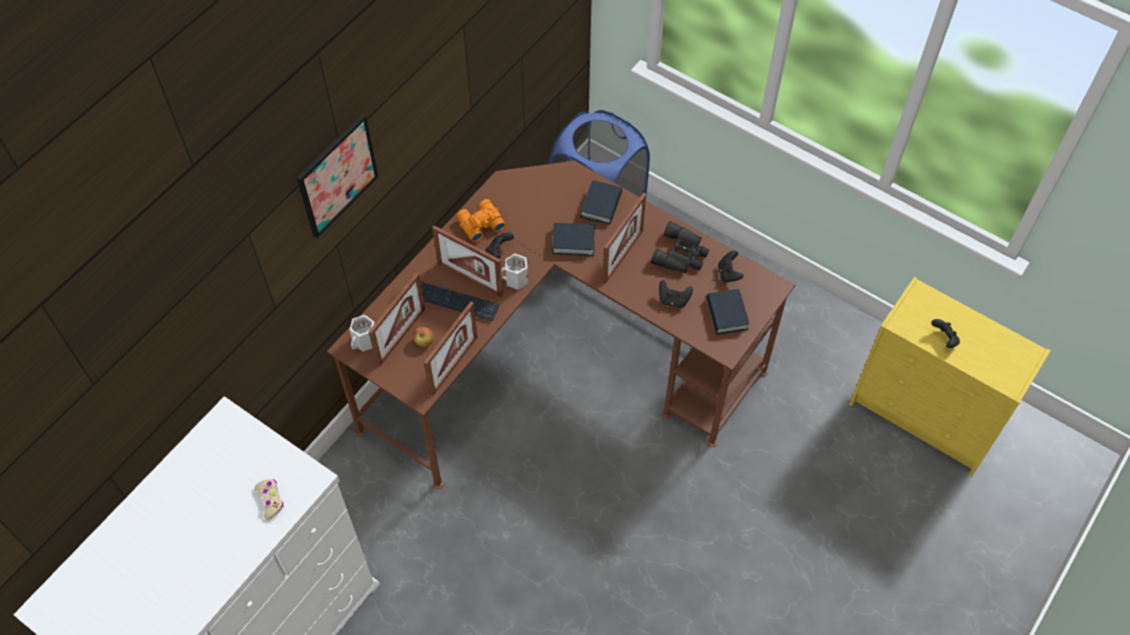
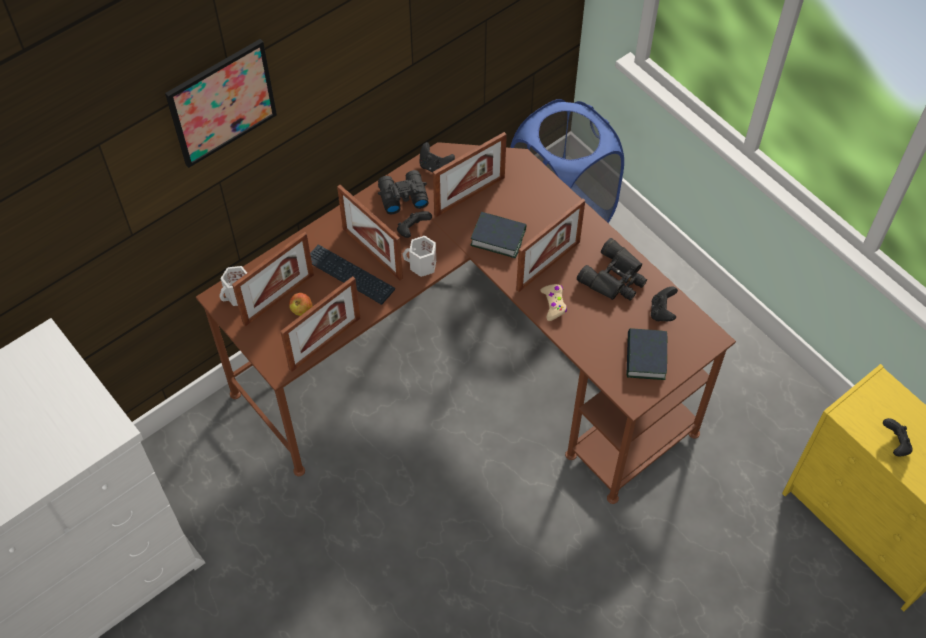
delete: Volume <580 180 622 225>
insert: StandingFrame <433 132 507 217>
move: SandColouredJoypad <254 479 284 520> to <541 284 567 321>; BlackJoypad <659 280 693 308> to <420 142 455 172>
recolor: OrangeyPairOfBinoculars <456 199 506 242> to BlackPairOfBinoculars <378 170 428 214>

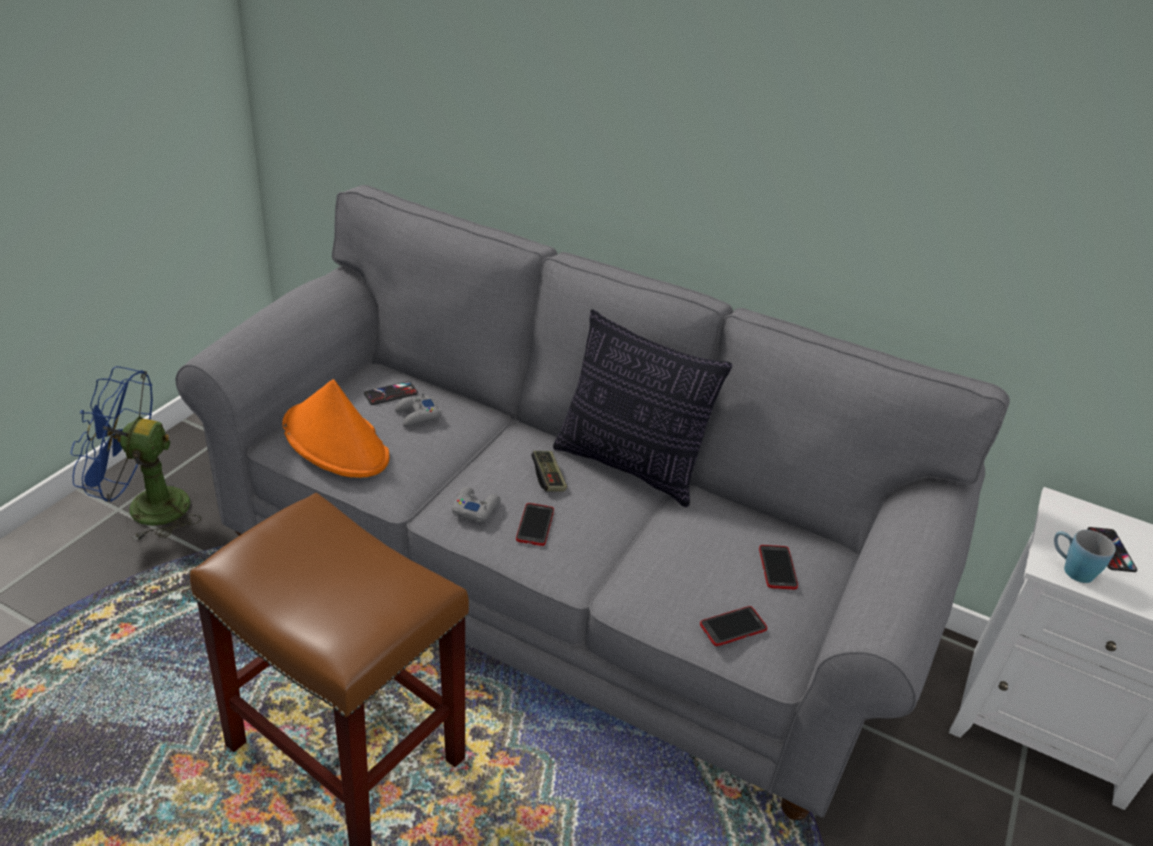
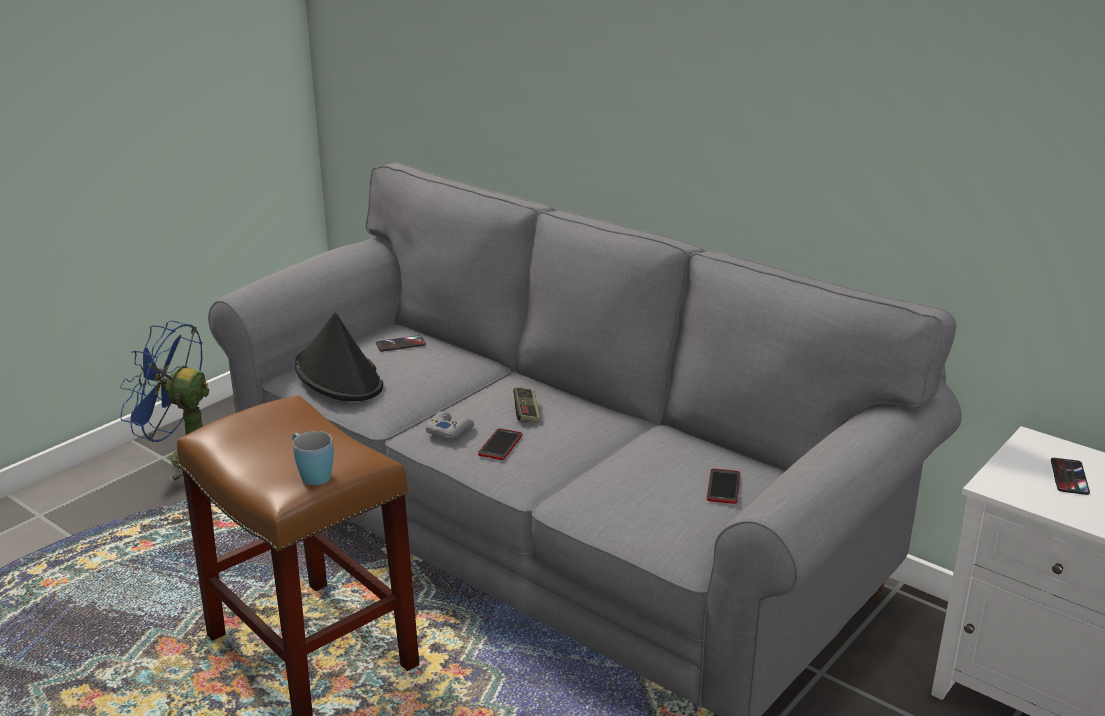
delete: GrayJoypad <395 392 441 427>; Cushion <553 309 732 507>; Telephone <700 606 767 646>
move: BluishCoffeeMug <1054 530 1116 583> to <292 431 334 485>
recolor: OrangeyHat <282 379 389 478> to BlackHat <295 312 383 401>

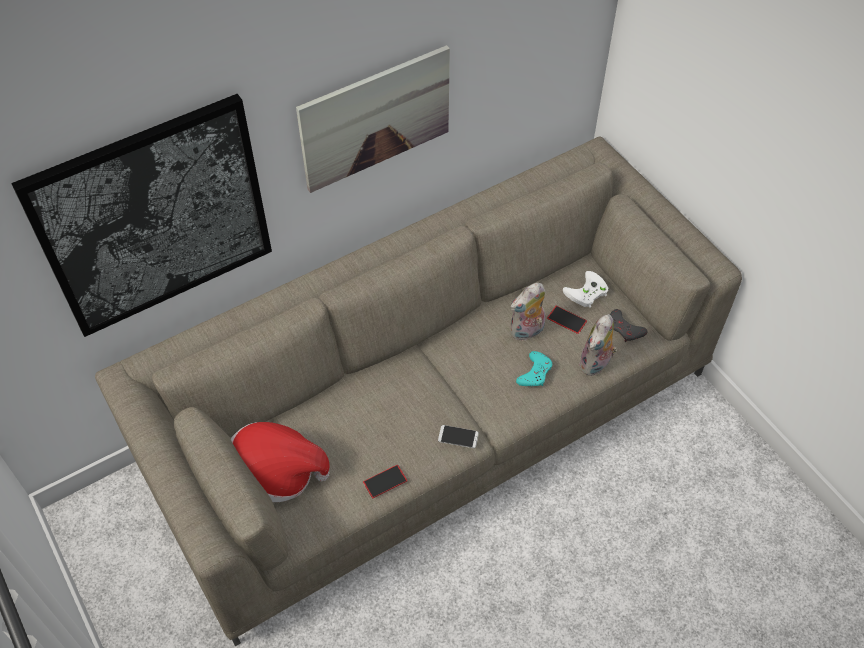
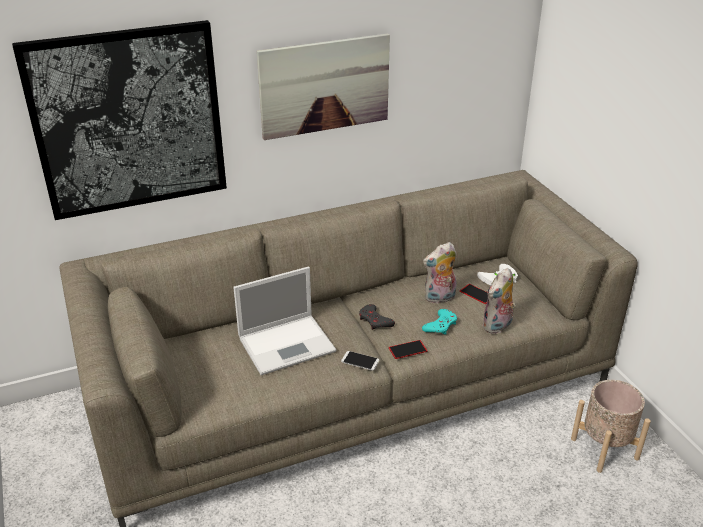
delete: Hat <231 422 330 502>
insert: Laptop <233 267 336 375>; SandColouredPlantPot <571 380 651 473>
move: Telephone <363 465 407 498> to <388 340 427 359>; GrayJoypad <610 309 647 342> to <359 304 395 330>

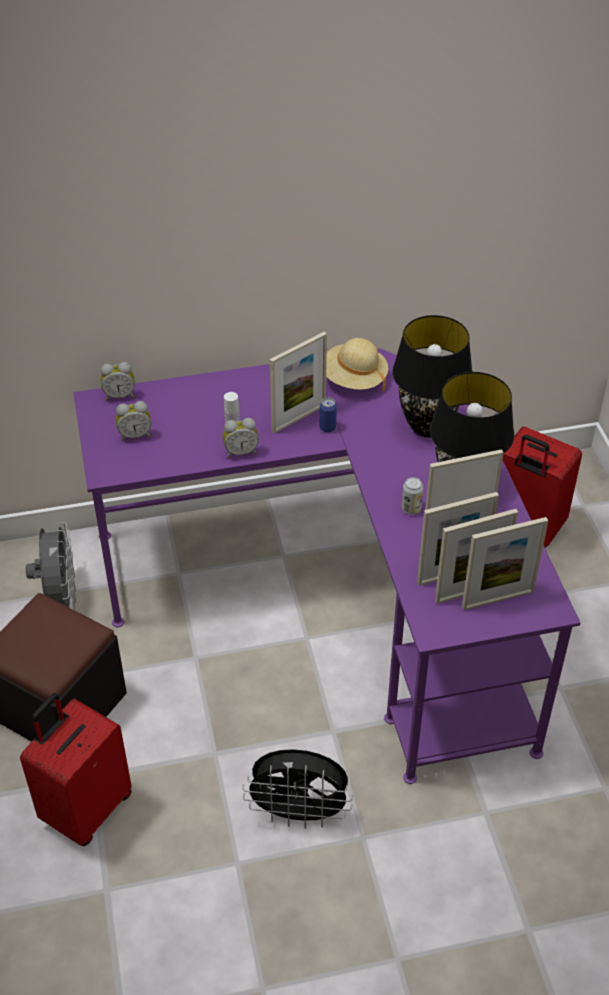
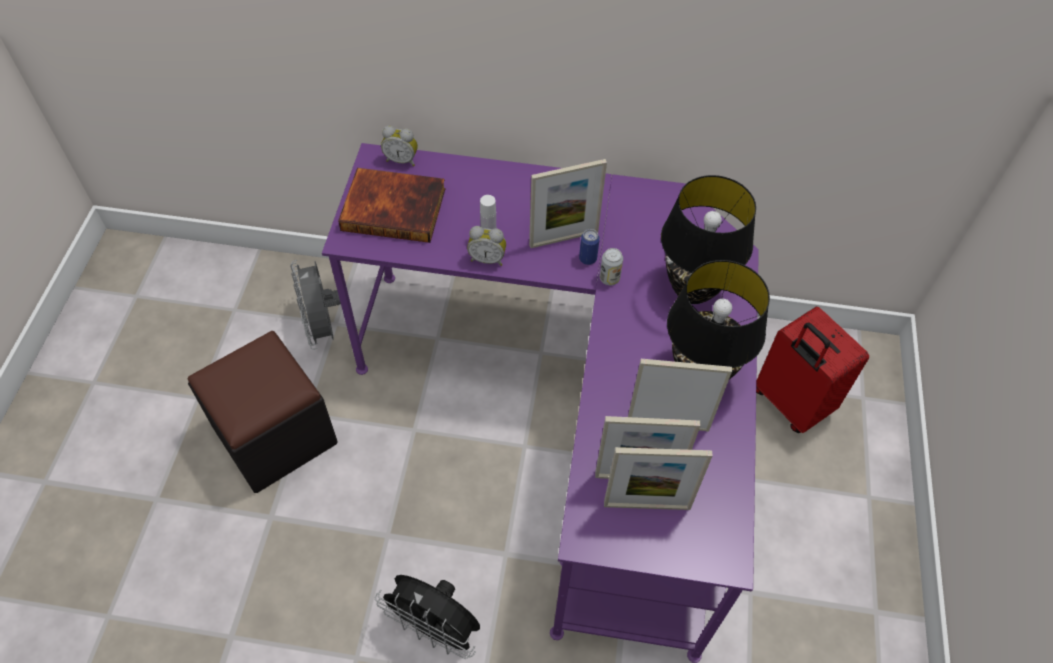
delete: RedSuitcase <20 693 131 846>; SandColouredHat <326 338 388 391>; StandingFrame <462 517 548 610>
move: MetalCan <401 477 423 515> to <600 248 623 285>
replace: BedsideClock <116 401 151 441> to Volume <338 168 445 243>
rotate: GrayFan <26 522 76 610> = <290 260 341 350> 150 degrees clockwise

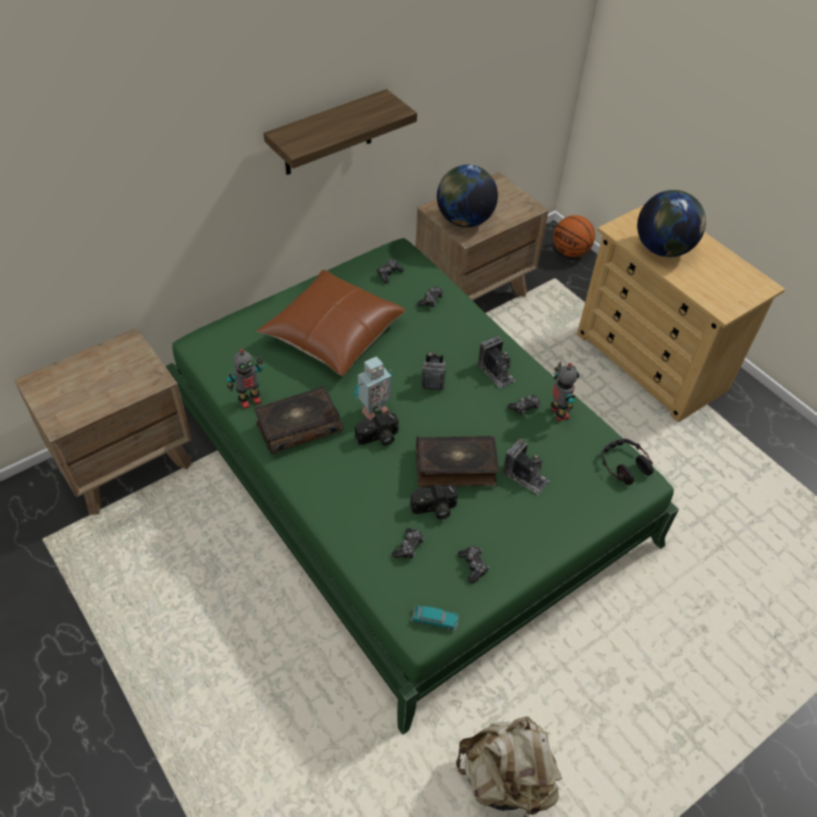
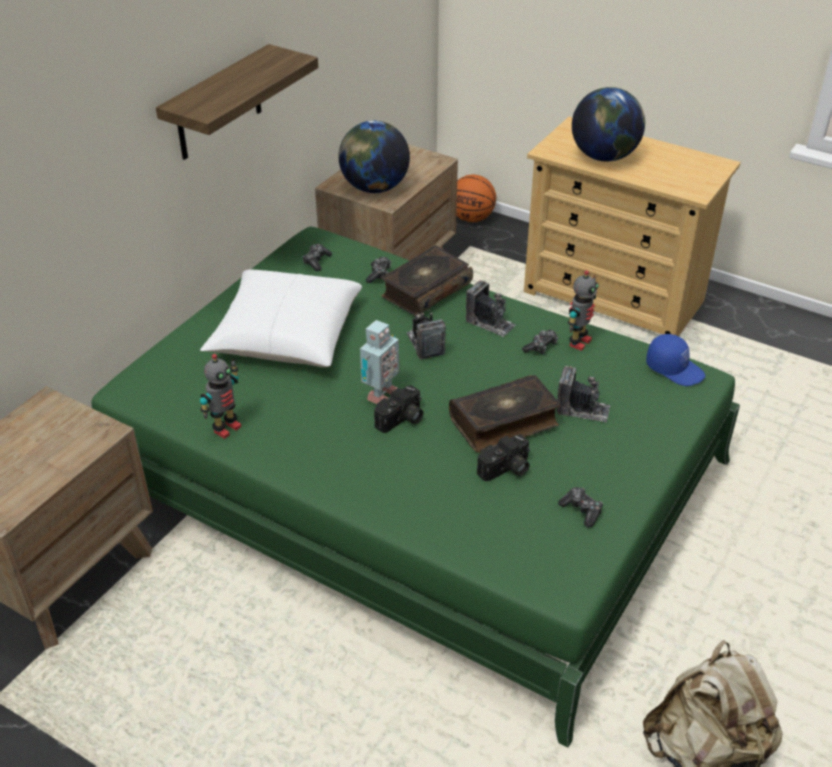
delete: Joypad <392 528 424 558>; ToyCar <411 605 459 630>
move: Volume <254 386 343 454> to <381 245 473 316>
replace: Headphones <601 439 653 485> to BluishCap <646 334 705 386>
recolor: BrownishCushion <257 270 405 376> to WhiteColouredCushion <200 270 362 367>
rotate: RobotFigure <551 362 580 421> = <568 270 599 351> 75 degrees clockwise

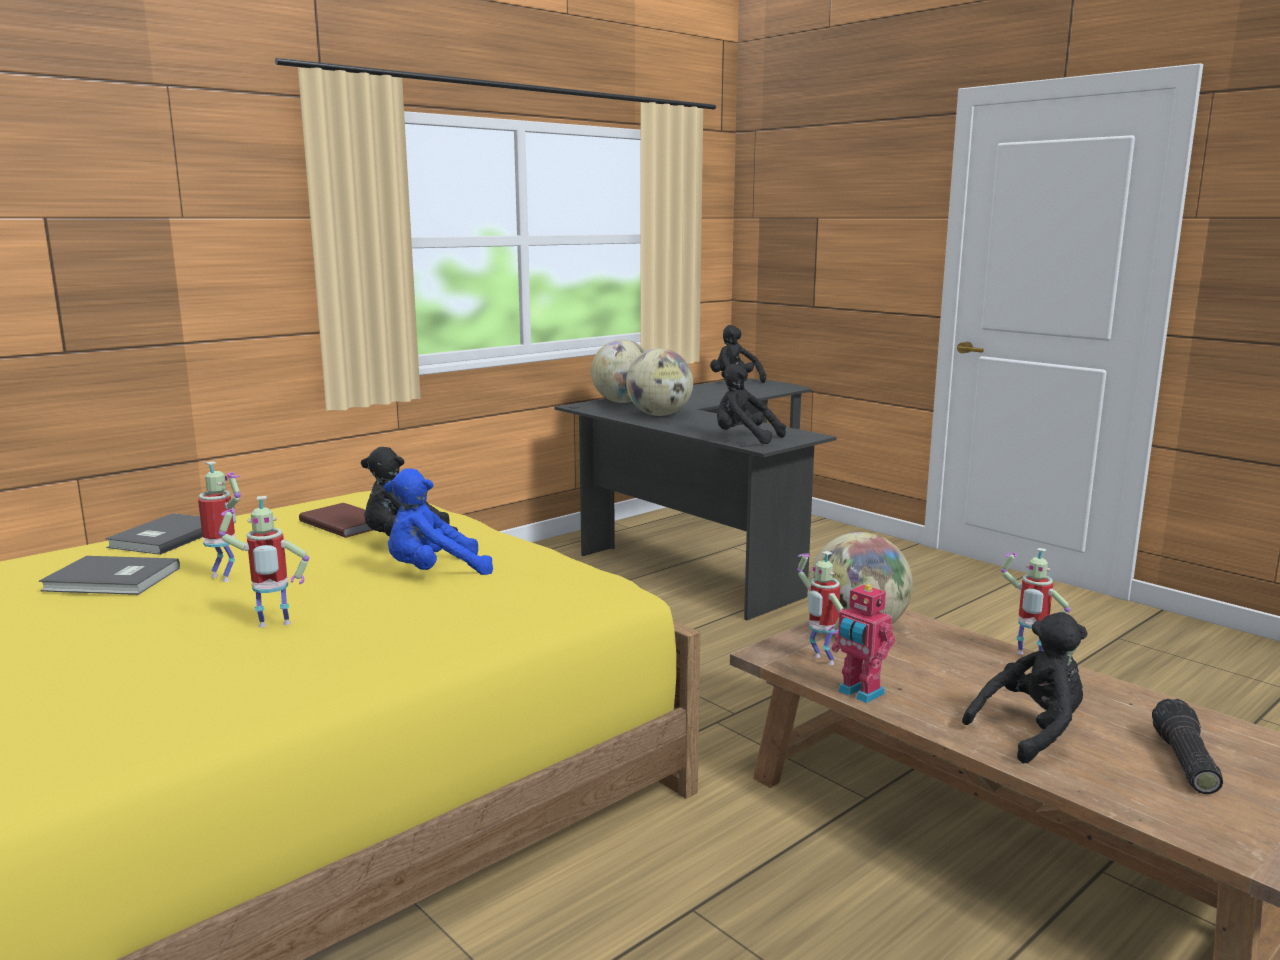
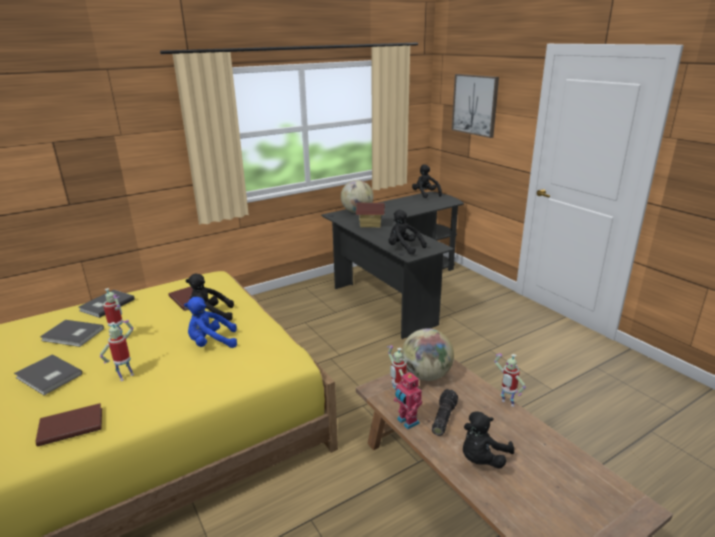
insert: GrayVolume <14 354 82 395>; BrownishVolume <35 403 102 447>; WallPicture <452 74 499 138>
move: HandTorch <1152 699 1223 794> to <432 389 458 436>
replace: DeskGlobe <626 348 693 416> to ModelHouse <356 203 385 228>
rotate: RobotFigure <218 496 309 628> = <100 320 134 381> 135 degrees clockwise; BlackSoftToy <962 612 1088 763> = <463 411 514 469> 150 degrees clockwise

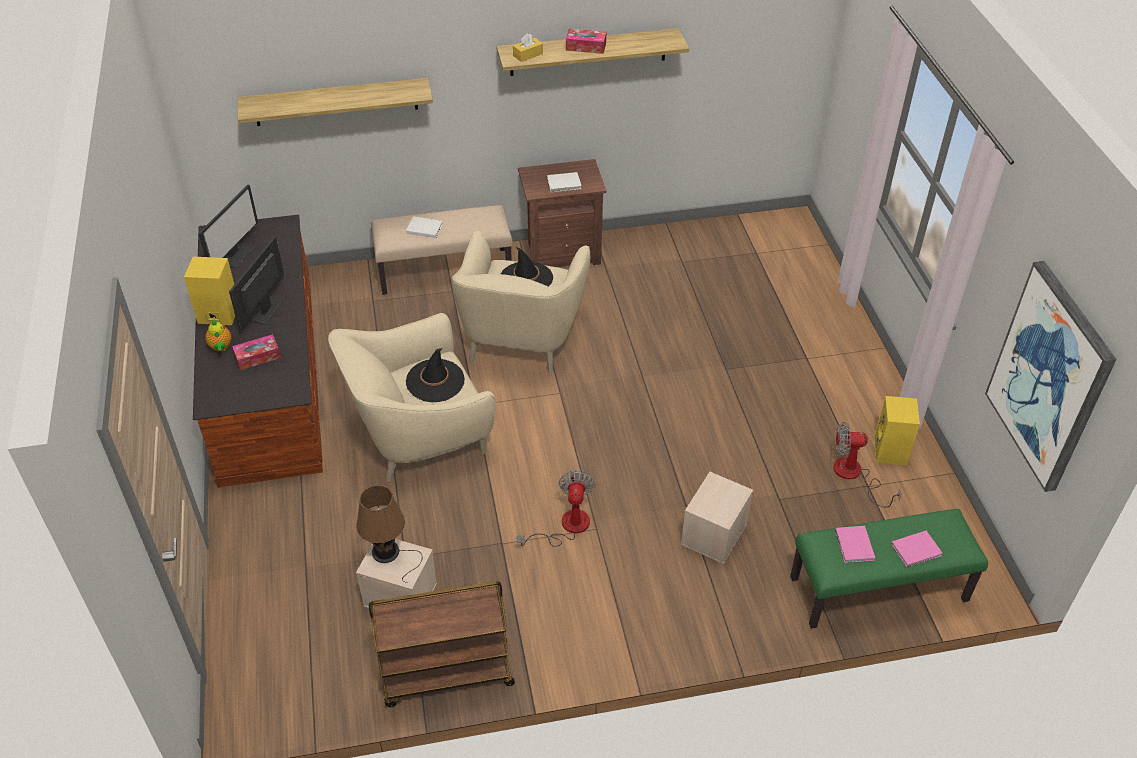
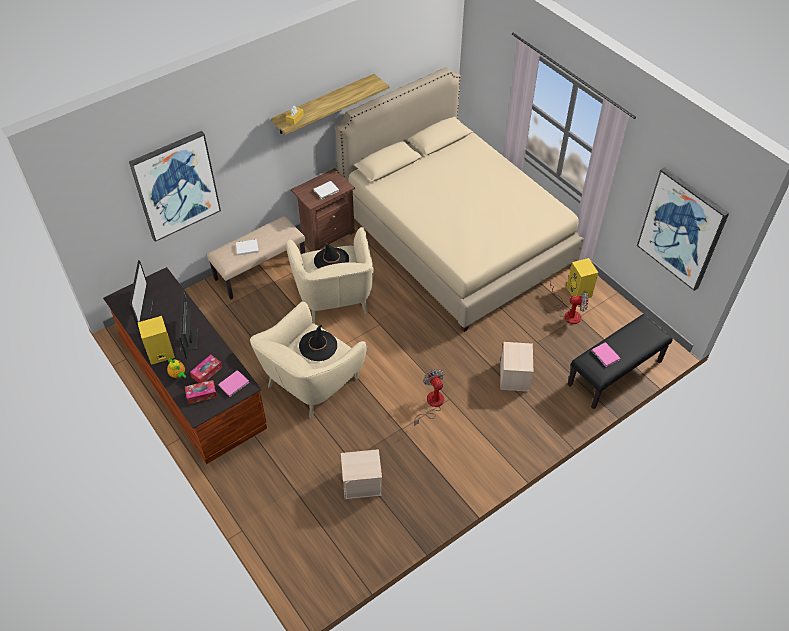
delete: BrownishTabletopLamp <356 485 422 583>; BrownishWheeledCart <369 581 515 707>
insert: SandColouredSleepingBed <335 67 584 332>
move: BoxOfTissues <566 29 606 54> to <185 380 217 404>; PinkishVolume <891 531 943 567> to <218 370 249 397>
replace: WallShelf <238 78 433 126> to WallPicture <129 131 221 242>
recolor: GreenishIndoorBench <790 509 988 629> to BlackIndoorBench <568 314 673 409>
rotate: Fan <833 422 901 507> = <550 282 589 324> 150 degrees counterclockwise

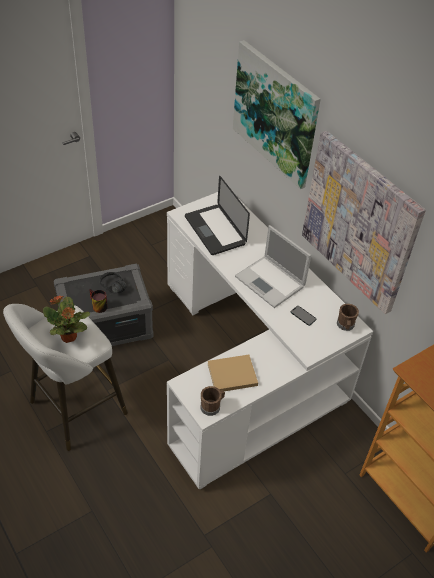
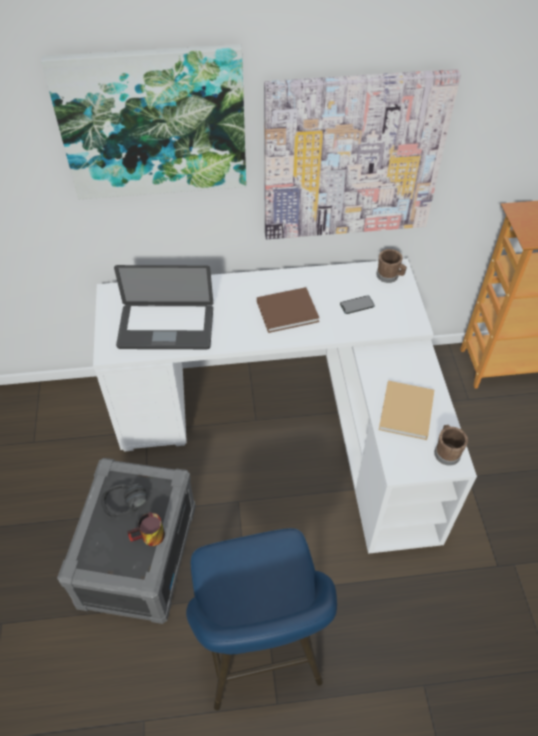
delete: Houseplant <43 295 90 343>
replace: Laptop <235 225 311 308> to BrownishVolume <257 287 319 333>
recolor: WhiteColouredStool <3 304 128 451> to BluishStool <186 528 337 710>

